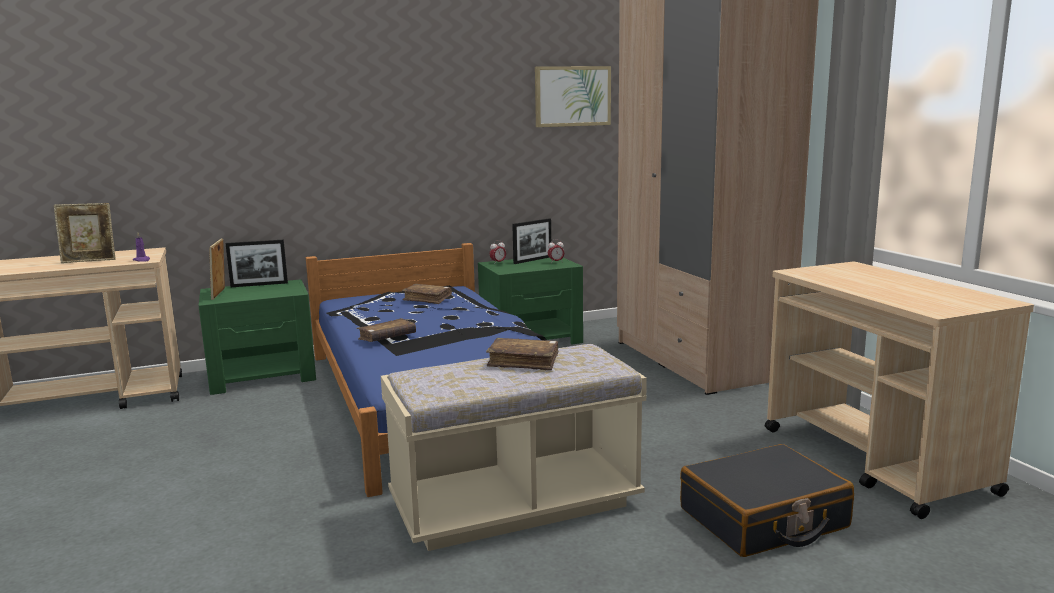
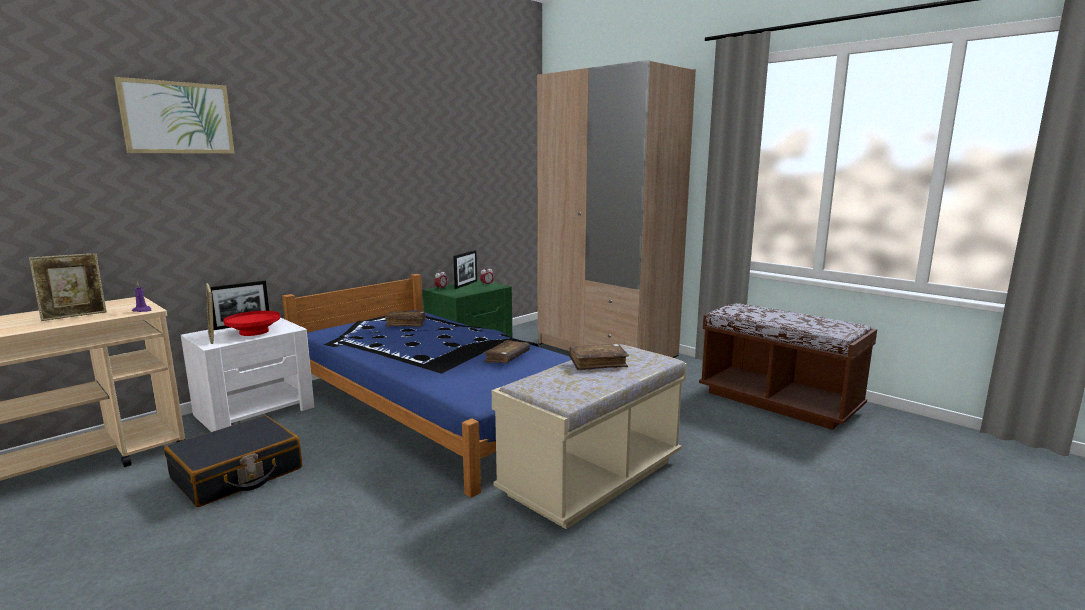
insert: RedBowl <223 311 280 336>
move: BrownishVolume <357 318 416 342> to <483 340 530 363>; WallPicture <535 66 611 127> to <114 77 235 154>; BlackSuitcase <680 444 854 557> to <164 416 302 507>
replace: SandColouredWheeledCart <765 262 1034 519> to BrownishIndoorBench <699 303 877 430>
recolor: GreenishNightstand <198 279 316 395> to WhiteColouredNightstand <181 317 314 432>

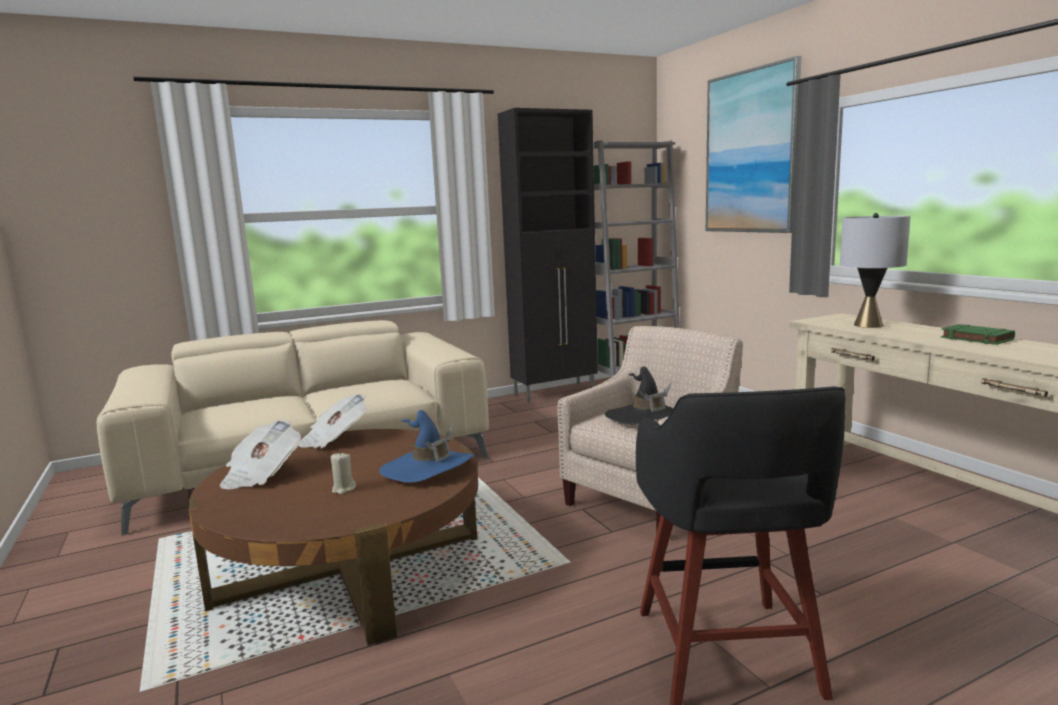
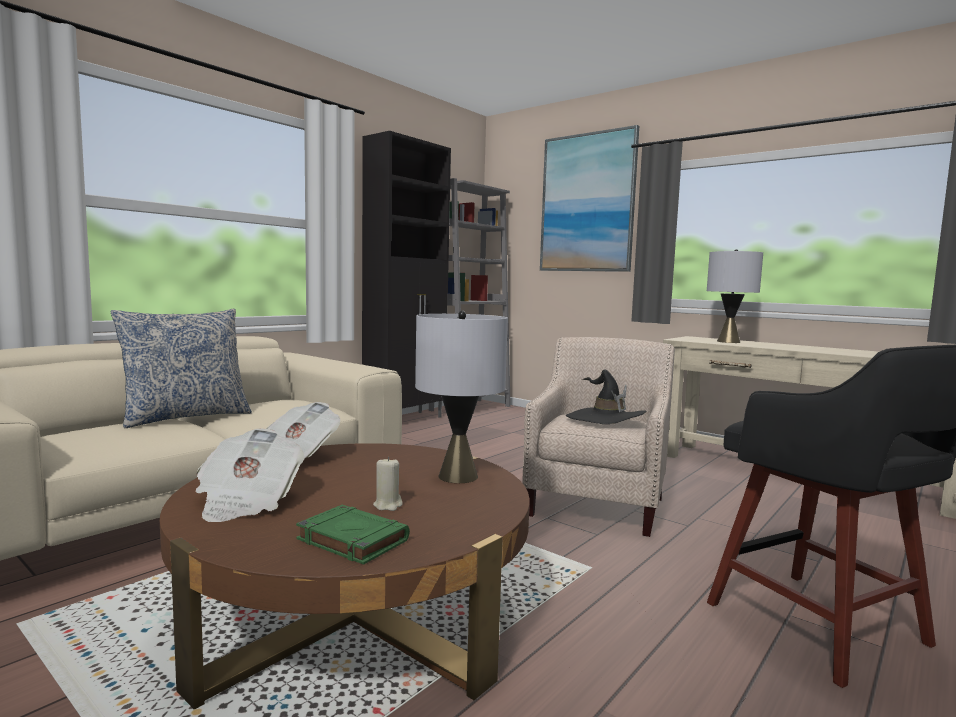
insert: Cushion <111 309 252 428>
move: GreenishVolume <941 324 1015 345> to <296 505 410 565>
replace: BluishHat <379 410 474 483> to GrayTabletopLamp <415 311 508 483>

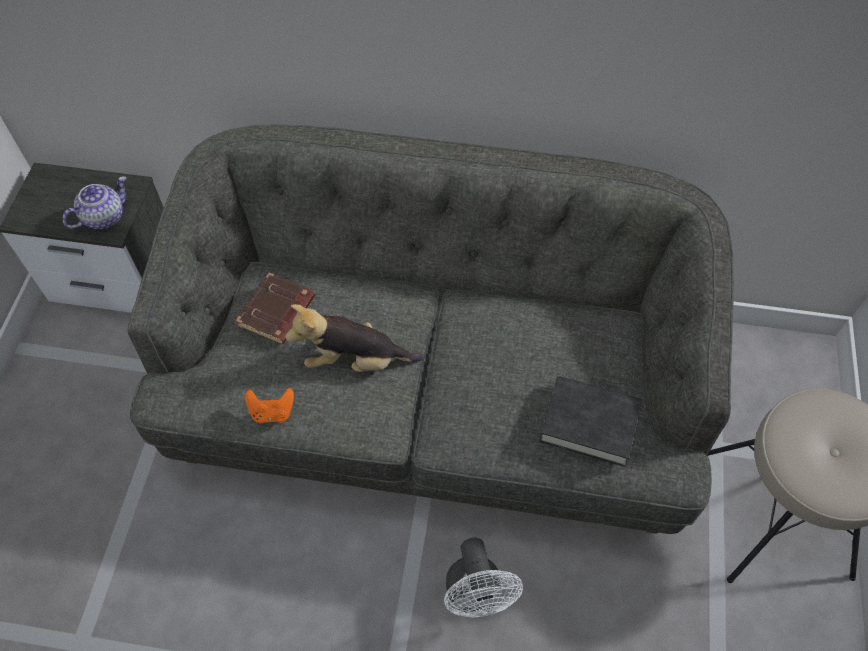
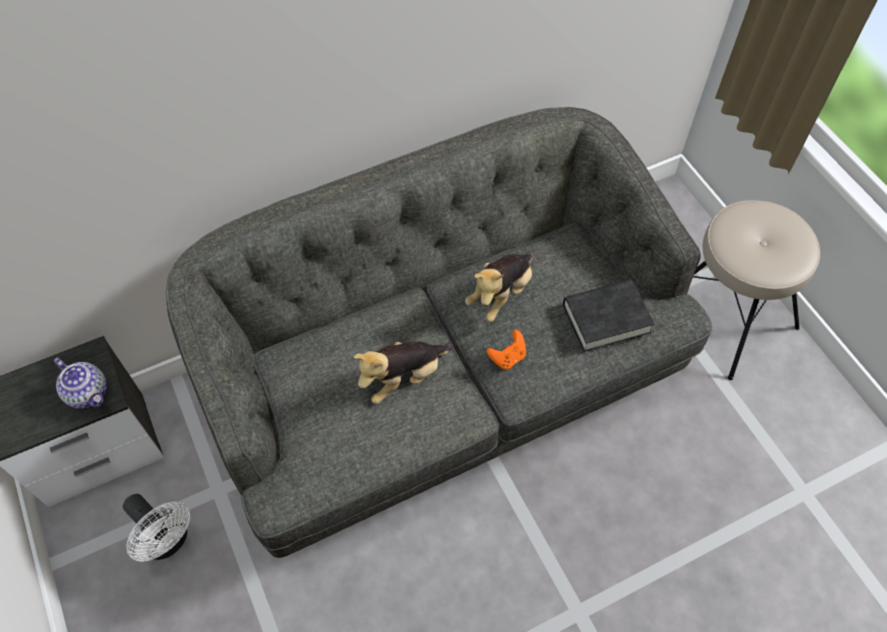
delete: BrownishVolume <236 273 315 344>
insert: SoftToy <465 252 532 322>
move: OrangeyJoypad <245 388 294 424> to <487 330 526 370>; WhiteColouredFan <444 538 523 617> to <123 494 190 562>
rotate: TeaPot <62 176 127 229> = <53 357 107 409> 120 degrees clockwise

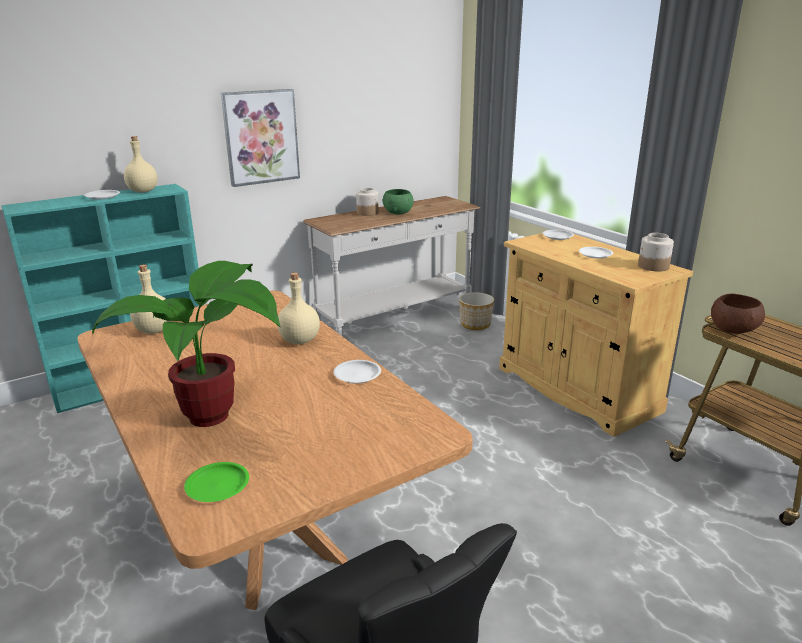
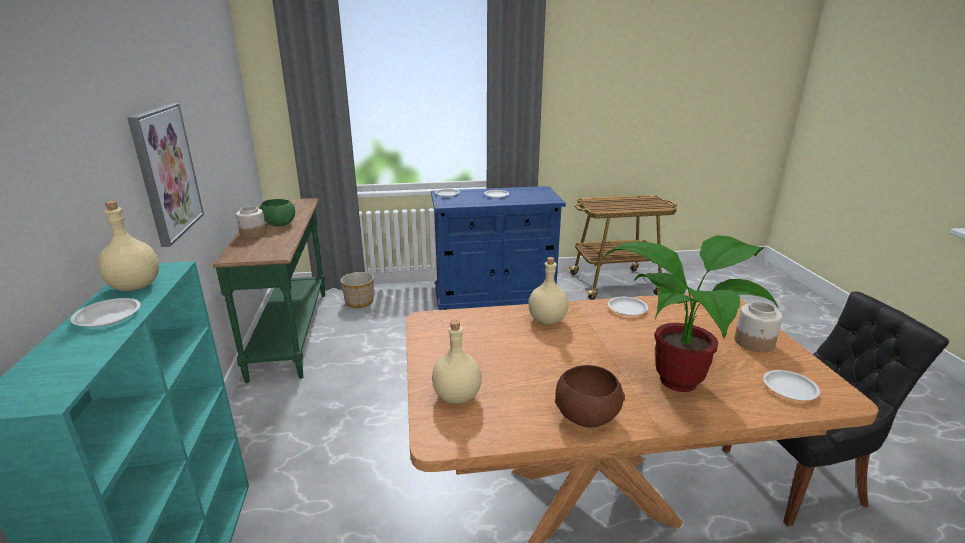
move: StorageJar <638 233 674 271> to <735 301 783 352>; BrownishBowl <711 293 765 334> to <555 365 625 427>
recolor: GreenishDinnerPlate <184 462 249 502> to WhiteColouredDinnerPlate <764 370 820 400>; WhiteColouredNarrowTable <303 196 481 336> to GreenishNarrowTable <213 198 325 383>; SandColouredCupboard <499 229 693 437> to BluishCupboard <431 186 566 310>

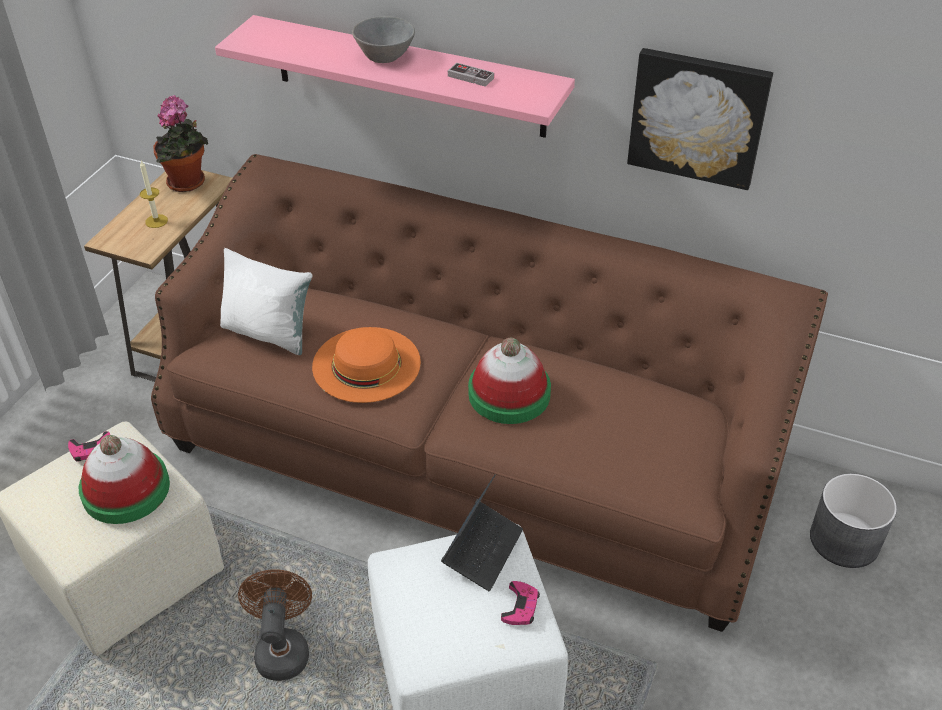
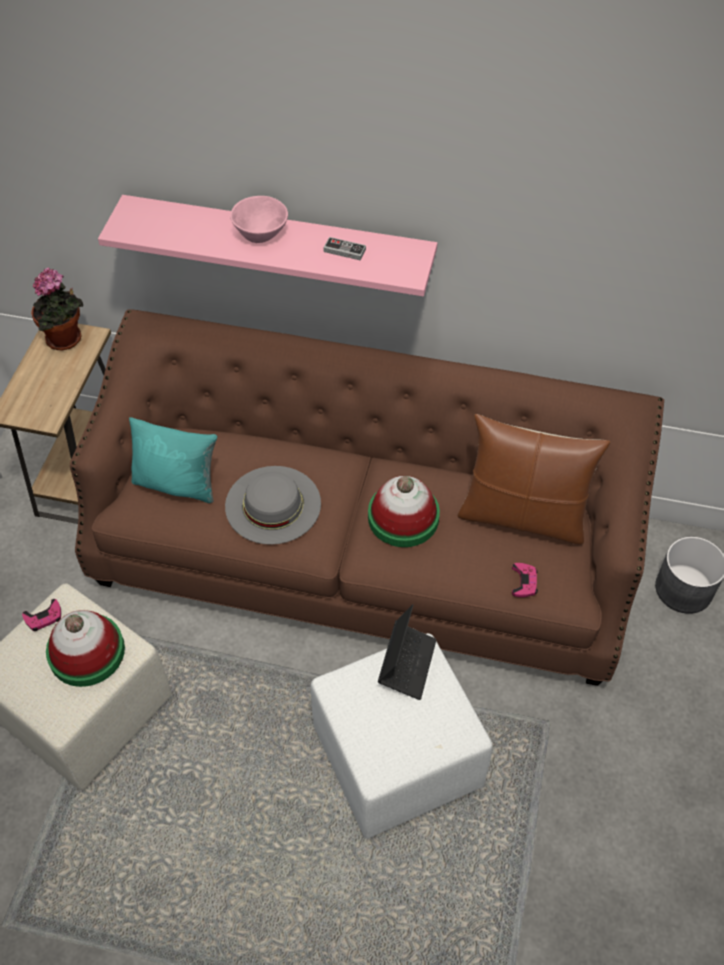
delete: WaxLight <140 161 168 228>; BrownishFan <238 569 312 681>; WallPicture <627 48 773 190>
insert: BrownishCushion <457 414 610 545>
move: PinkishJoypad <501 581 540 625> to <512 563 538 597>
recolor: WhiteColouredCushion <220 248 313 355> to TurquoiseCushion <129 417 217 503>; OrangeyHat <312 327 421 403> to GrayHat <225 466 321 545>; GrayBowl <352 17 415 63> to PinkishBowl <230 196 288 243>

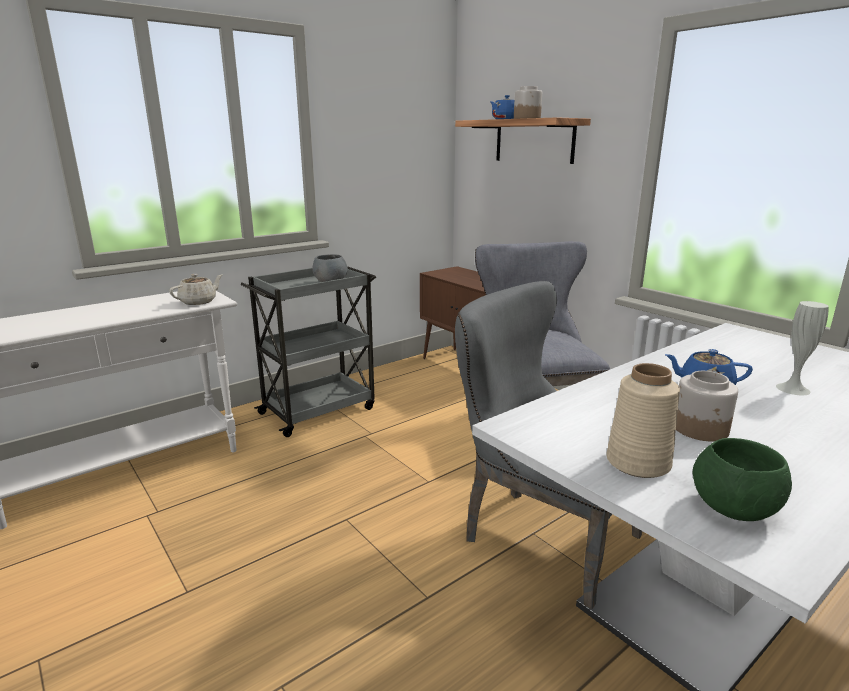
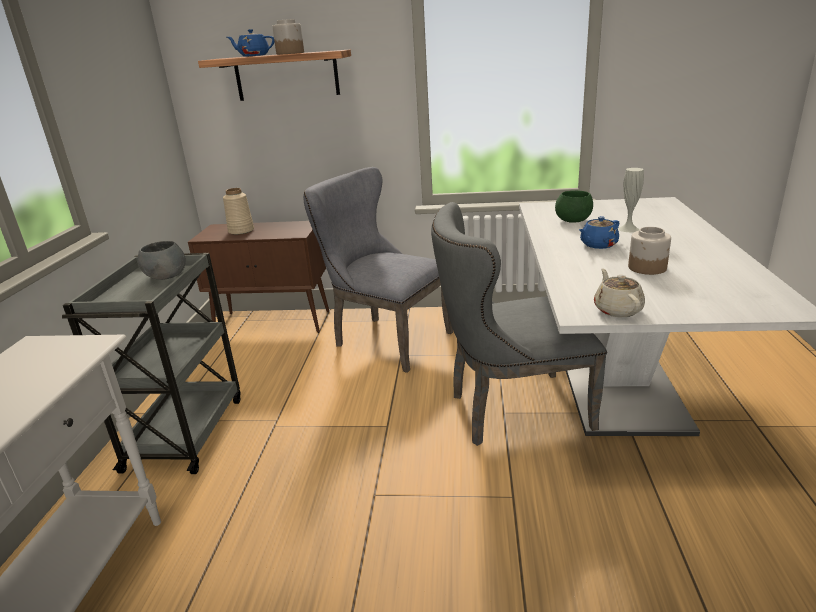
move: SandColouredTeaPot <169 274 223 305> to <594 268 645 317>; SandColouredDecorativeVase <606 363 680 478> to <223 188 254 235>; GreenishBowl <693 438 792 521> to <555 190 593 223>

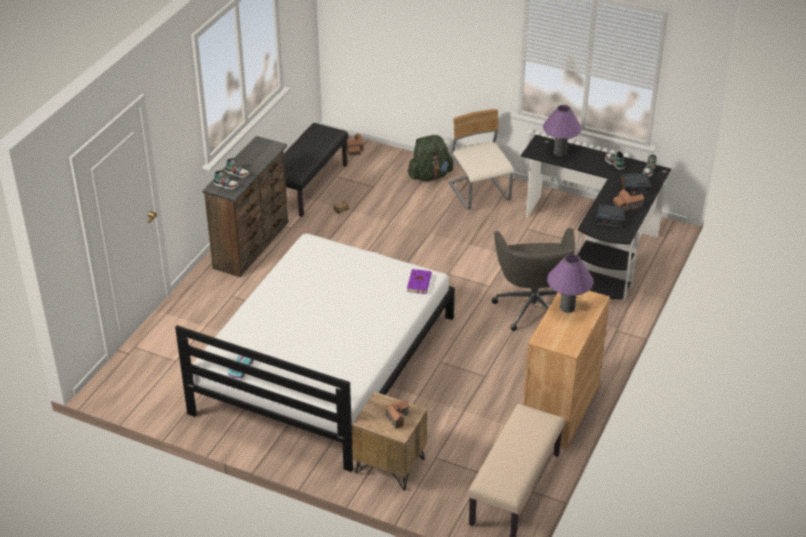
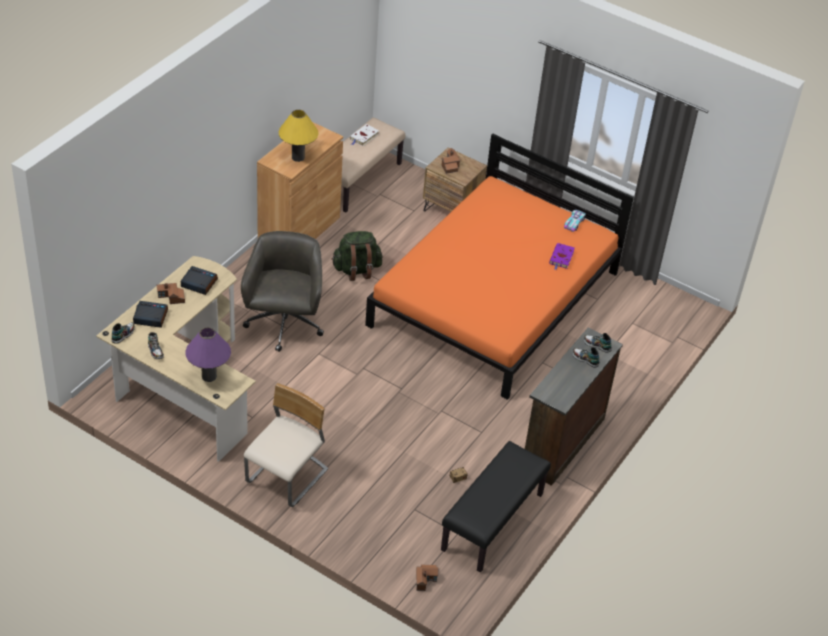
insert: WhiteColouredVolume <349 124 379 146>
move: PurpleVolume <407 269 432 294> to <549 243 575 270>; GreenishBackpack <408 135 453 181> to <332 231 383 281>
recolor: WhiteColouredSleepingBed <175 233 455 472> to OrangeySleepingBed <365 134 634 400>; BlackDeskUnit <521 135 671 301> to SandColouredDeskUnit <96 256 256 462>; PurpleTabletopLamp <547 254 594 313> to YellowTabletopLamp <278 110 319 162>
rotate: SandColouredUprightChair <448 109 514 210> = <244 383 328 507> 135 degrees counterclockwise

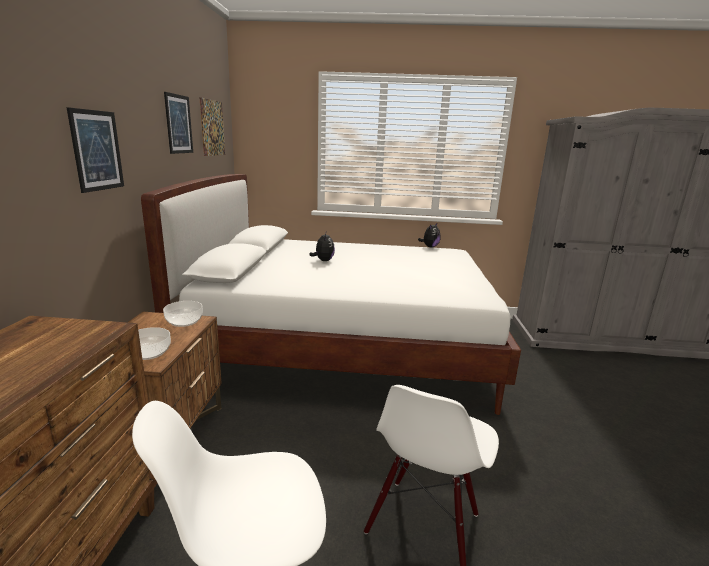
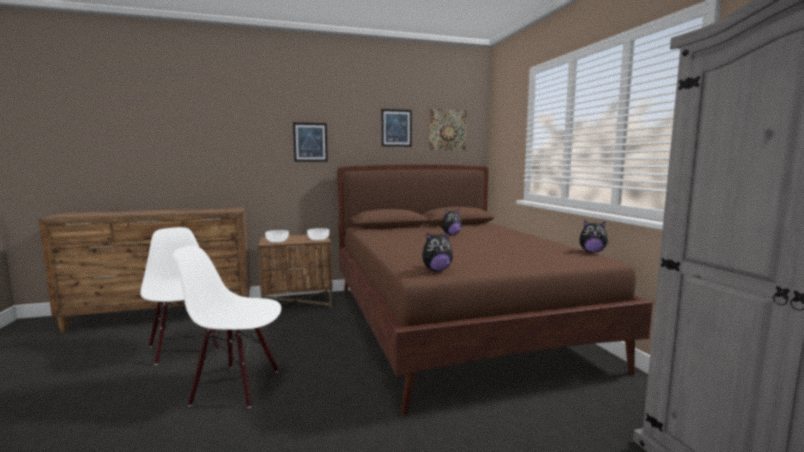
insert: SoftToy <422 232 453 271>
recolor: WhiteColouredSleepingBed <141 174 521 415> to BrownishSleepingBed <337 164 653 415>

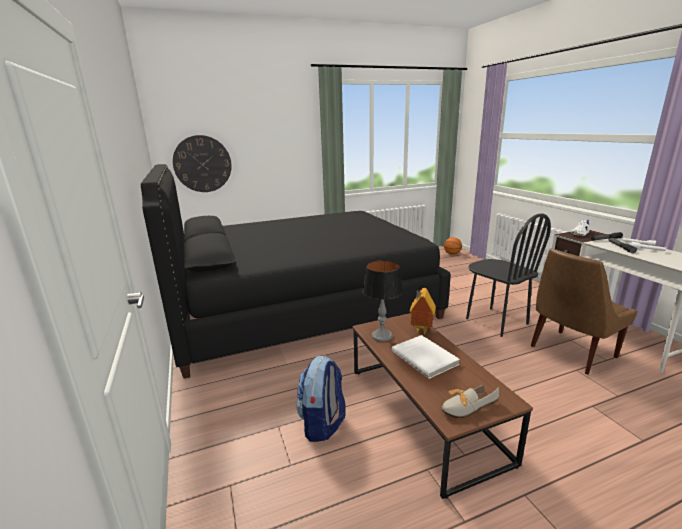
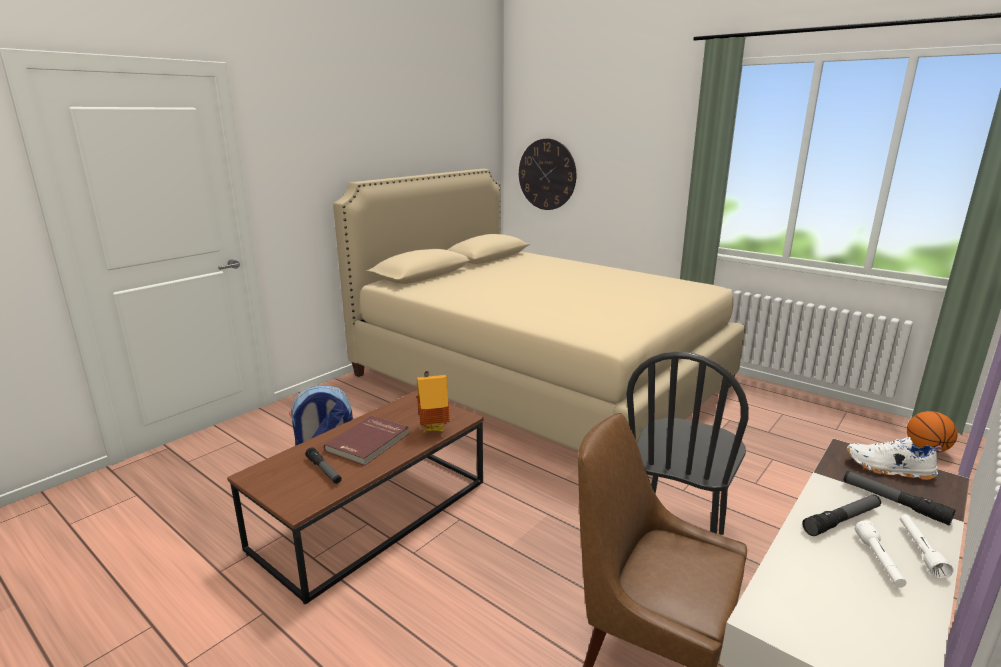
delete: TabletopLamp <362 260 403 342>; ItemOfFootwear <441 385 499 418>
insert: HandTorch <305 447 342 484>
recolor: BlackSleepingBed <141 164 451 379> to SandColouredSleepingBed <333 169 745 451>; WhiteColouredVolume <392 335 460 379> to RedVolume <324 415 409 466>

